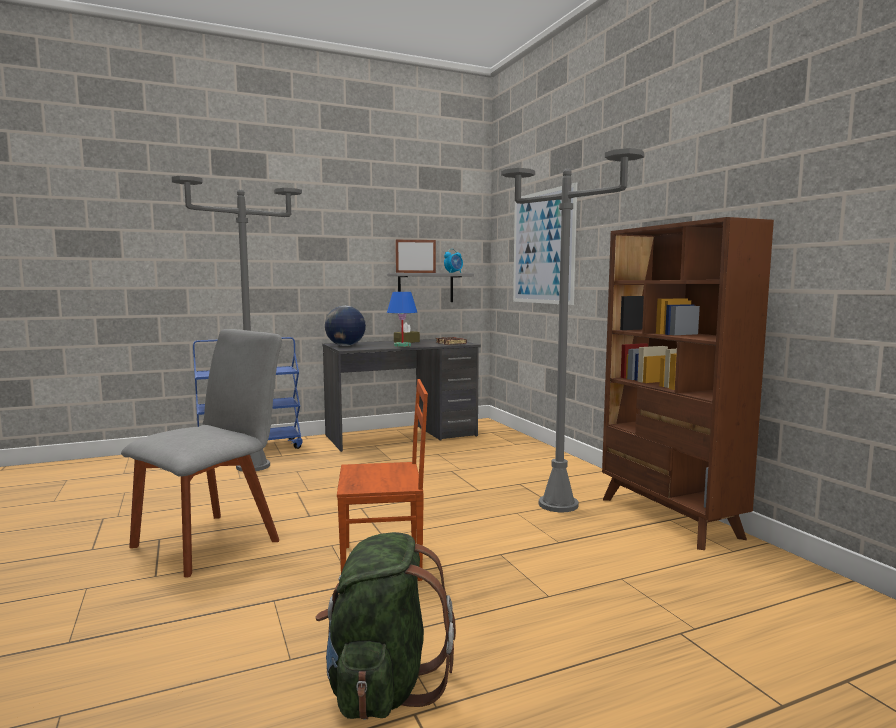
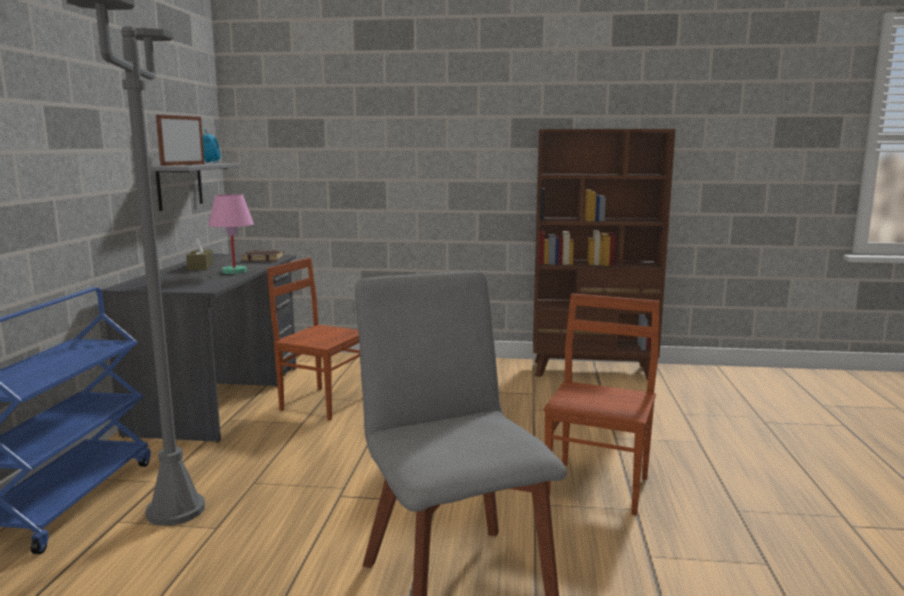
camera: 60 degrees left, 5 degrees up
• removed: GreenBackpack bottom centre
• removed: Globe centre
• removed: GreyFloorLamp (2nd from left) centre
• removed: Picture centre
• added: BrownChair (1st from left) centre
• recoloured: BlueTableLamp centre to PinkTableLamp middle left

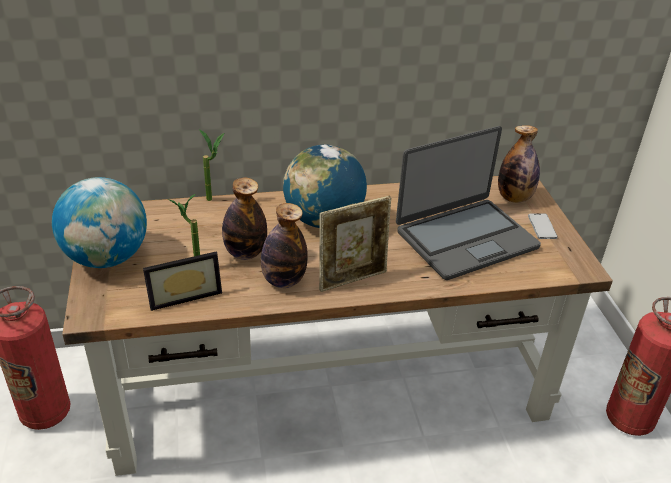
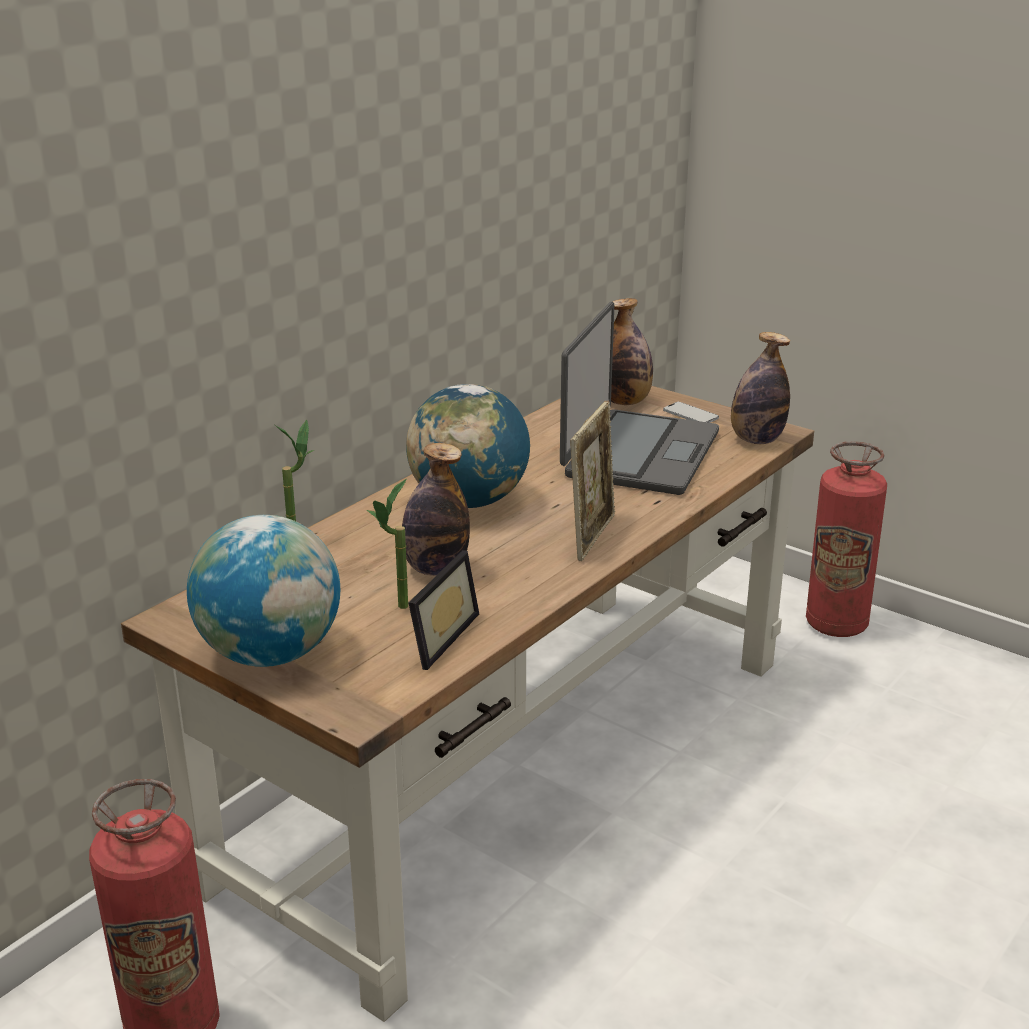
camera: 40 degrees left, 10 degrees down
• moved: Bottle (2nd from left in the first image) centre to Bottle (3rd from left) middle right

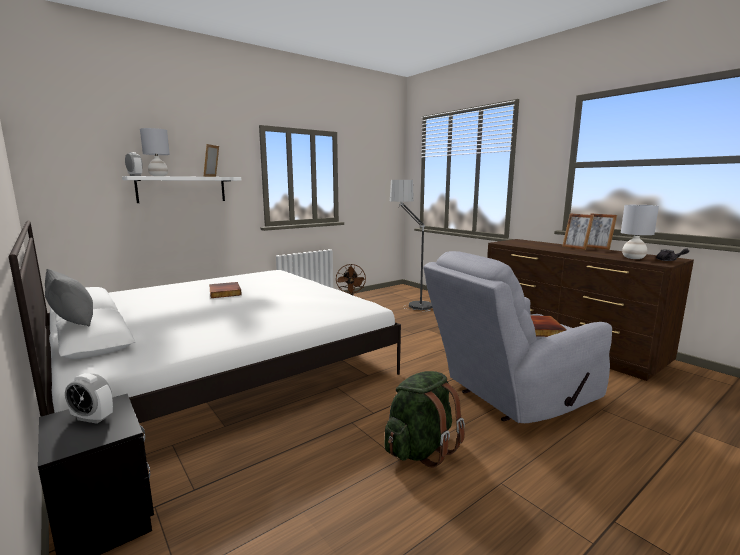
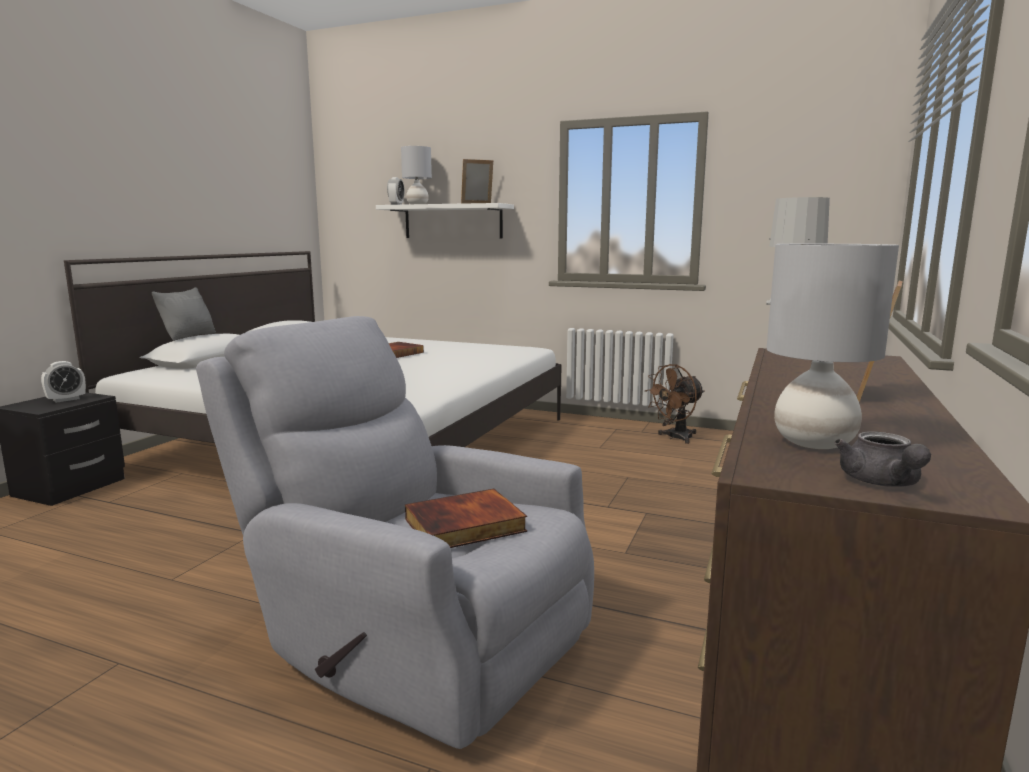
camera: 60 degrees right, 0 degrees up
• removed: GreenBackpack bottom centre
• removed: PictureFrame (3rd from left) middle right
• turned: AlarmClock (1st from left) bottom left = middle left 120 degrees counterclockwise

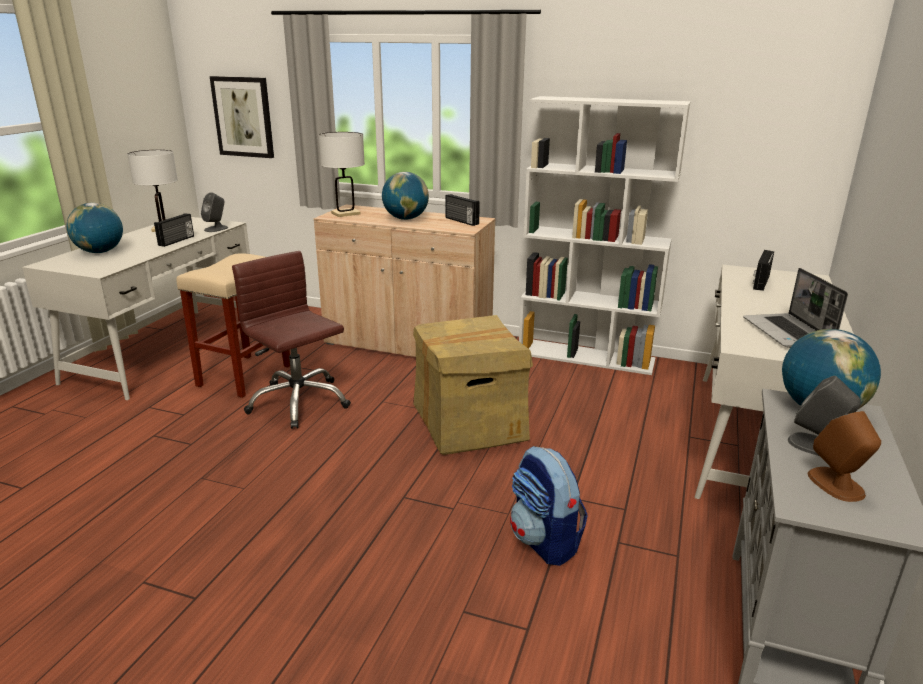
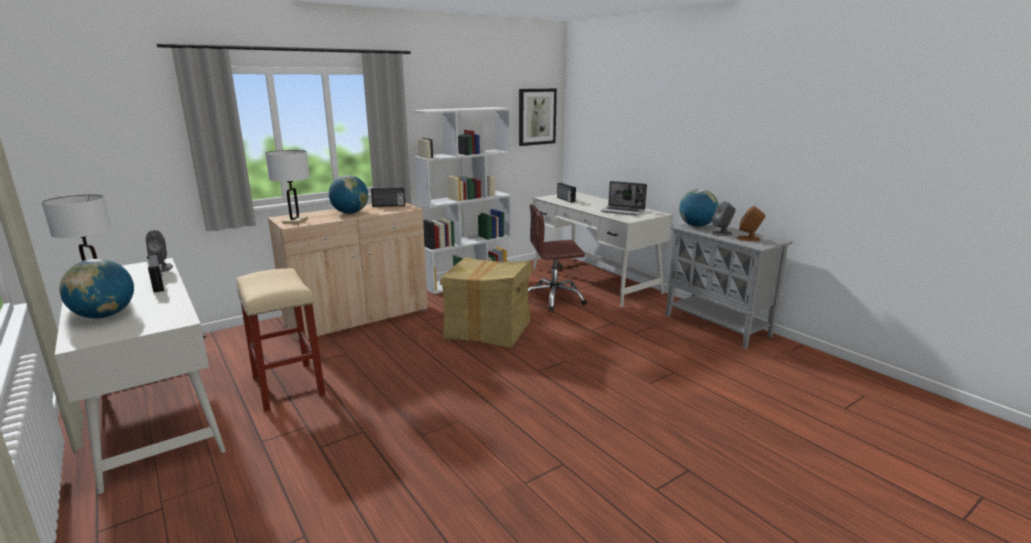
camera: 55 degrees left, 5 degrees down
• removed: Backpack bottom centre
• moved: Picture top left to top centre
• moved: BrownOfficeChair middle left to centre

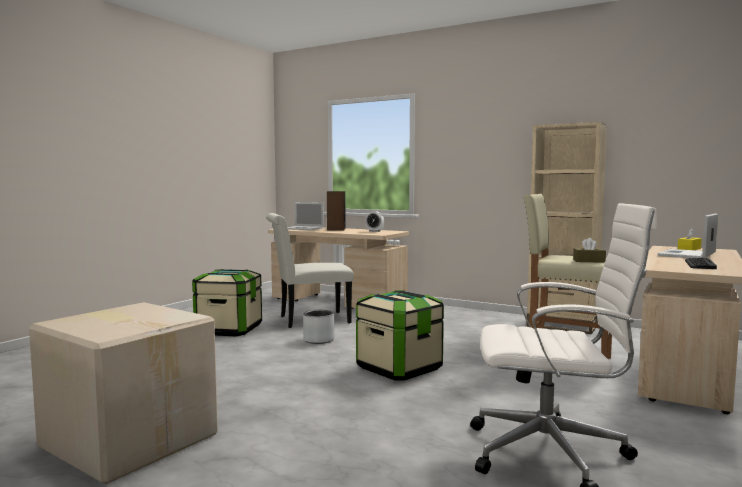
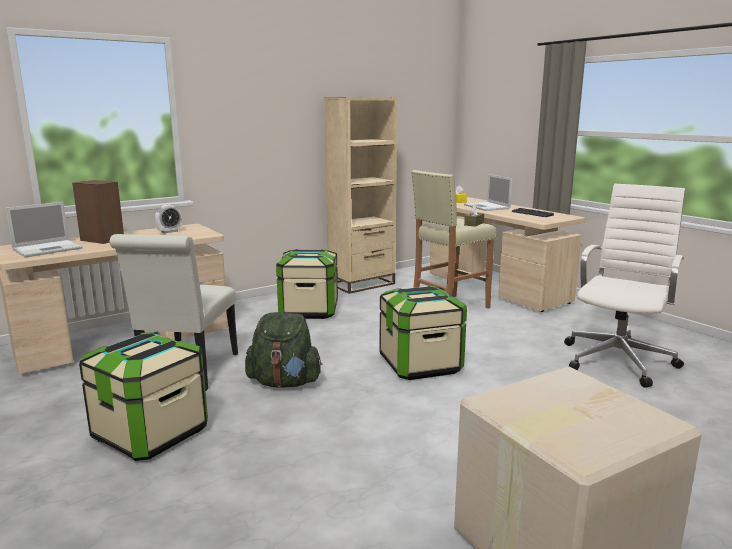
camera: 65 degrees left, 10 degrees up
• added: StorageBox (2nd from left) centre
• replaced: GreyPlanter bottom centre to GreenBackpack centre

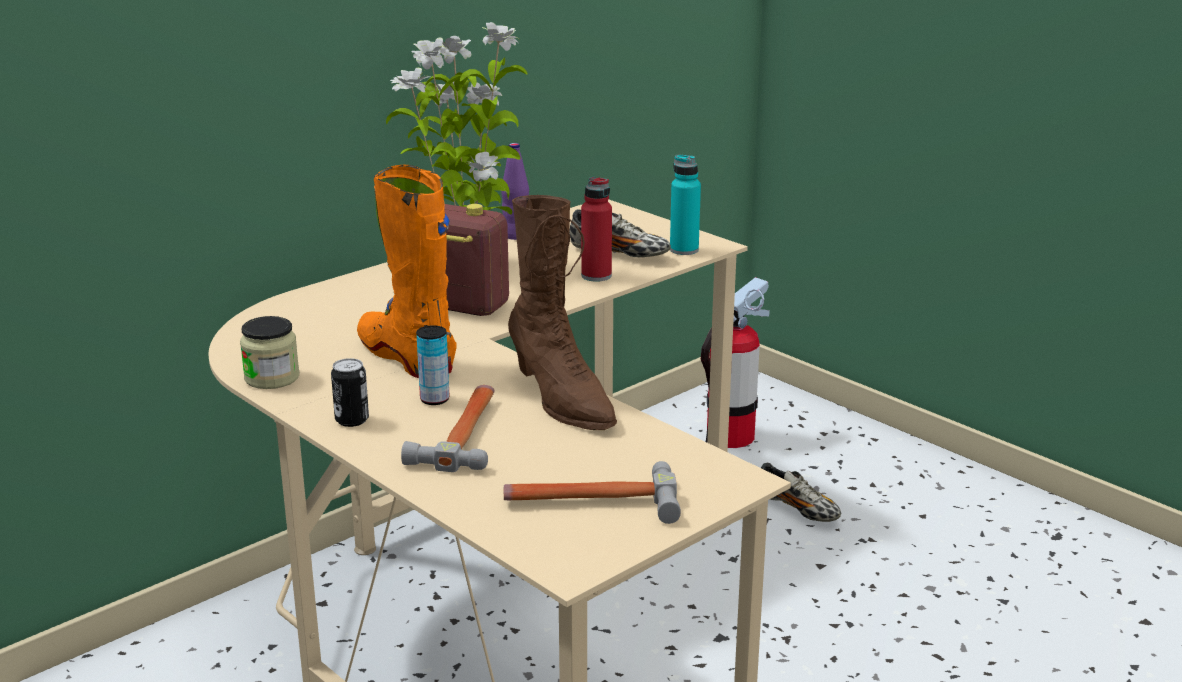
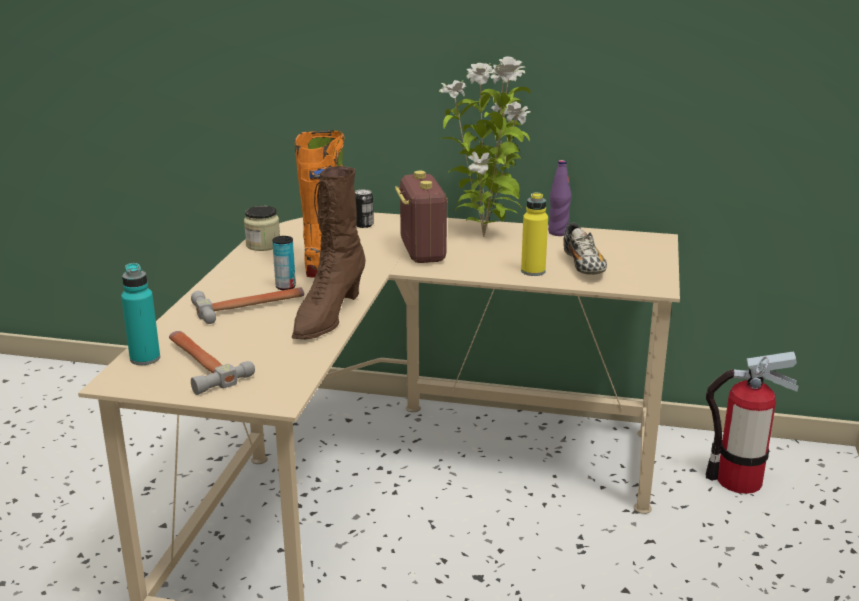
camera: 55 degrees right, 0 degrees up
• removed: Shoe (2nd from left) bottom right
• moved: Can (1st from left in the first image) middle left to Can (2nd from left) centre
• moved: TurquoiseBottle top centre to middle left
• recoloured: RedBottle centre to YellowBottle centre

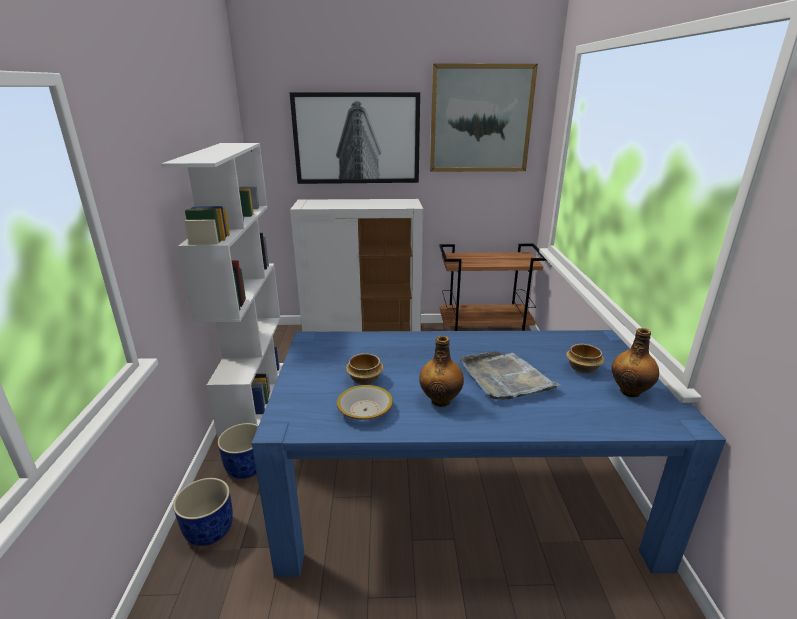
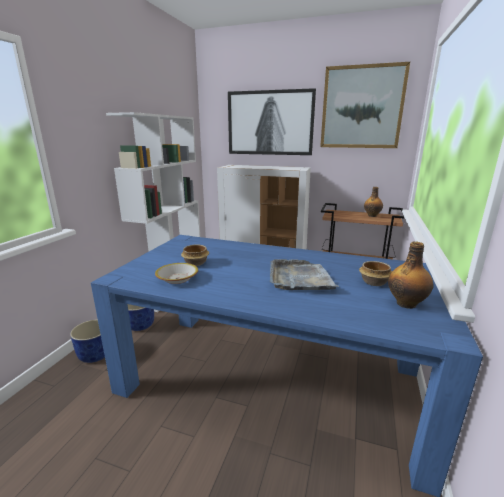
camera: 20 degrees right, 5 degrees down
• moved: Bottle (1st from left) centre to middle right

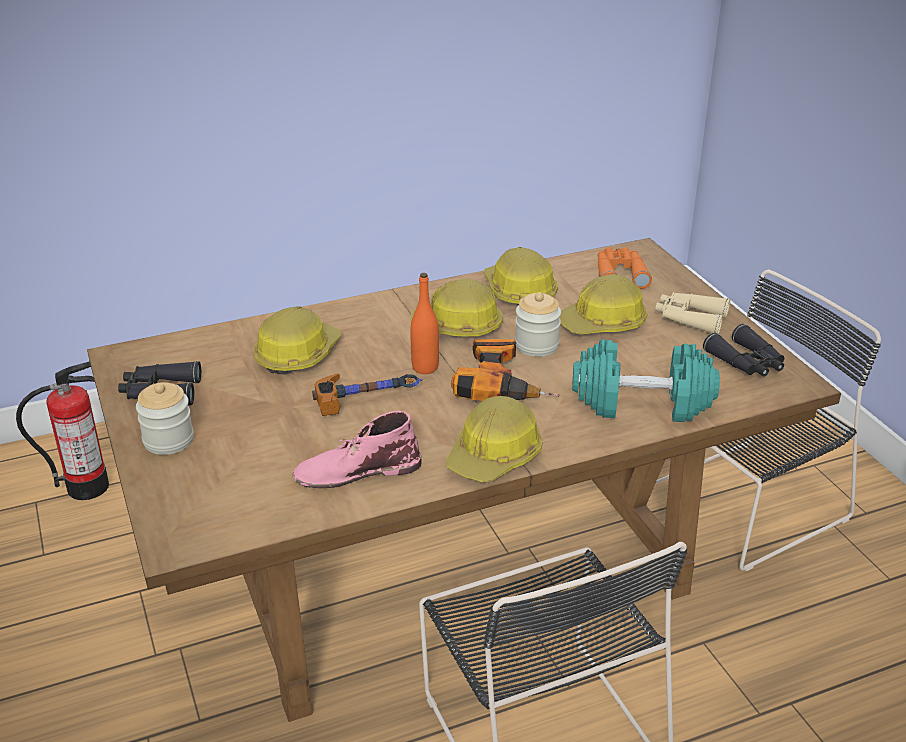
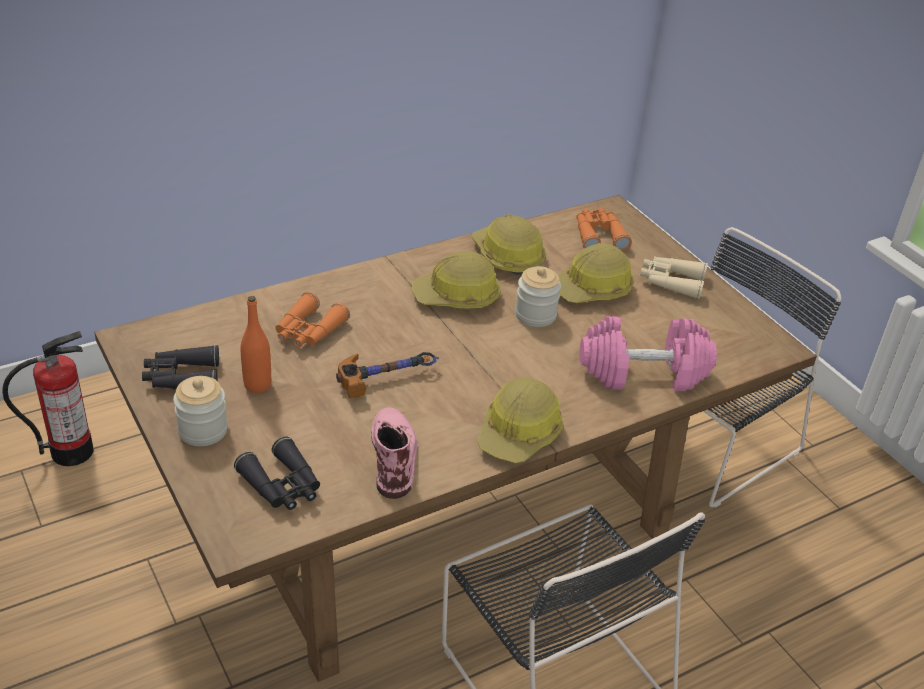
camera: 10 degrees left, 5 degrees up
• removed: PowerDrill centre
• moved: OrangeBottle centre to middle left
• moved: BlackBinoculars (2nd from left) middle right to bottom left
• replaced: HardHat (1st from left) middle left to OrangeBinoculars (1st from left) centre
• recoloured: TurquoiseDumbbell middle right to PinkDumbbell middle right
• turned: PinkBoot centre = centre 105 degrees clockwise

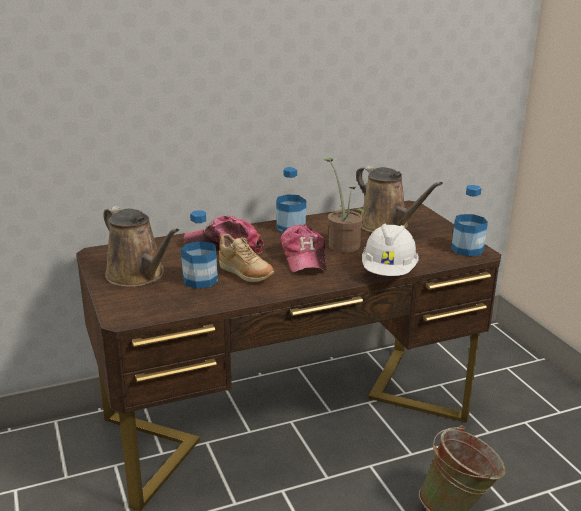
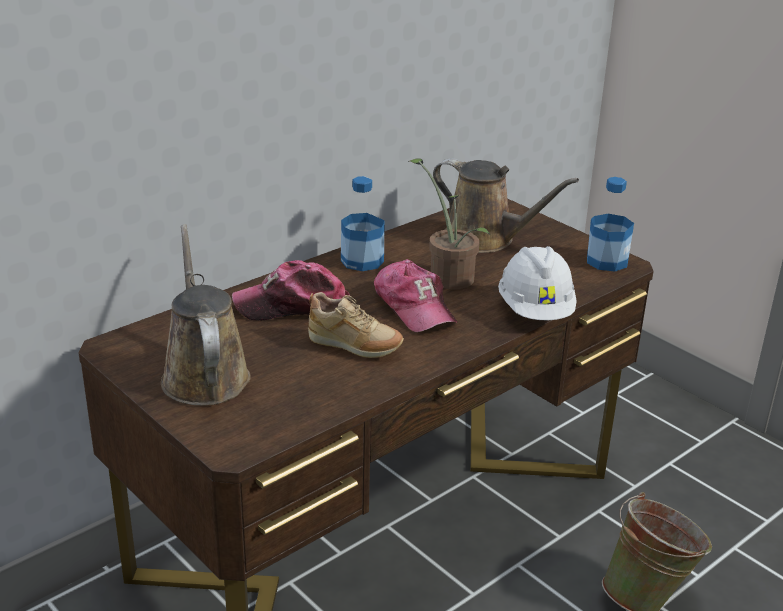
camera: 20 degrees left, 5 degrees up
• removed: Bottle (1st from left) centre
• turned: BrownWateringCan (1st from left) middle left = middle left 135 degrees counterclockwise

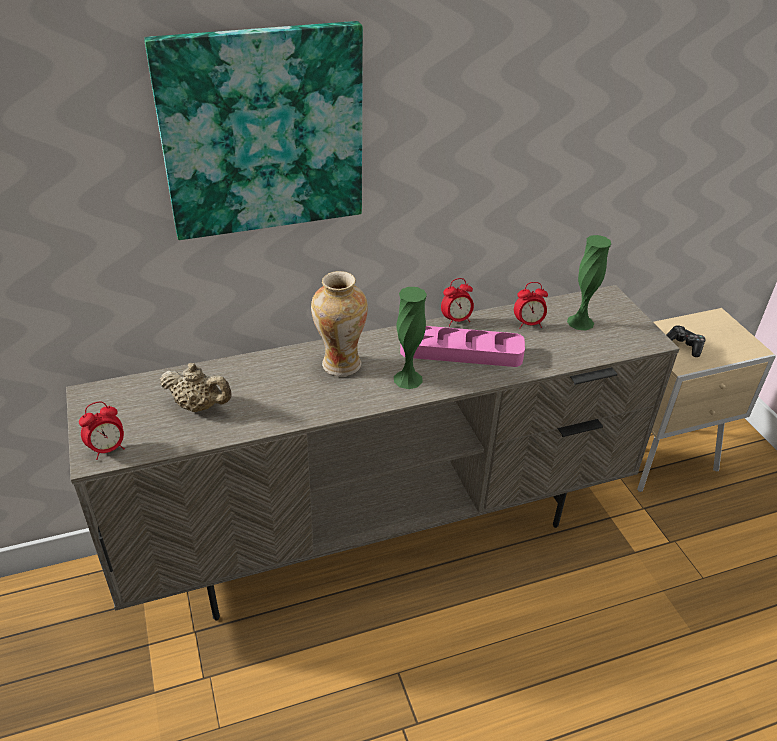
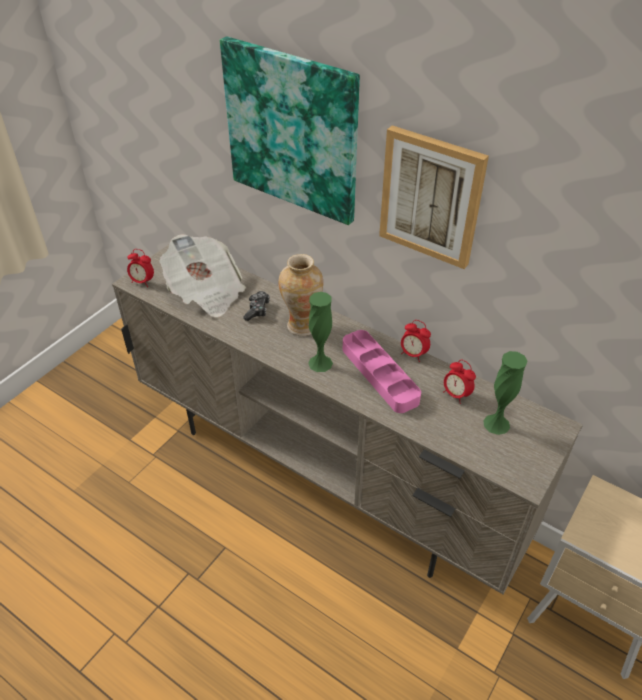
camera: 55 degrees right, 5 degrees up
• added: Picture (2nd from left) top right
• moved: GameController middle right to centre
• replaced: BeigeTeapot middle left to Newspaper middle left

